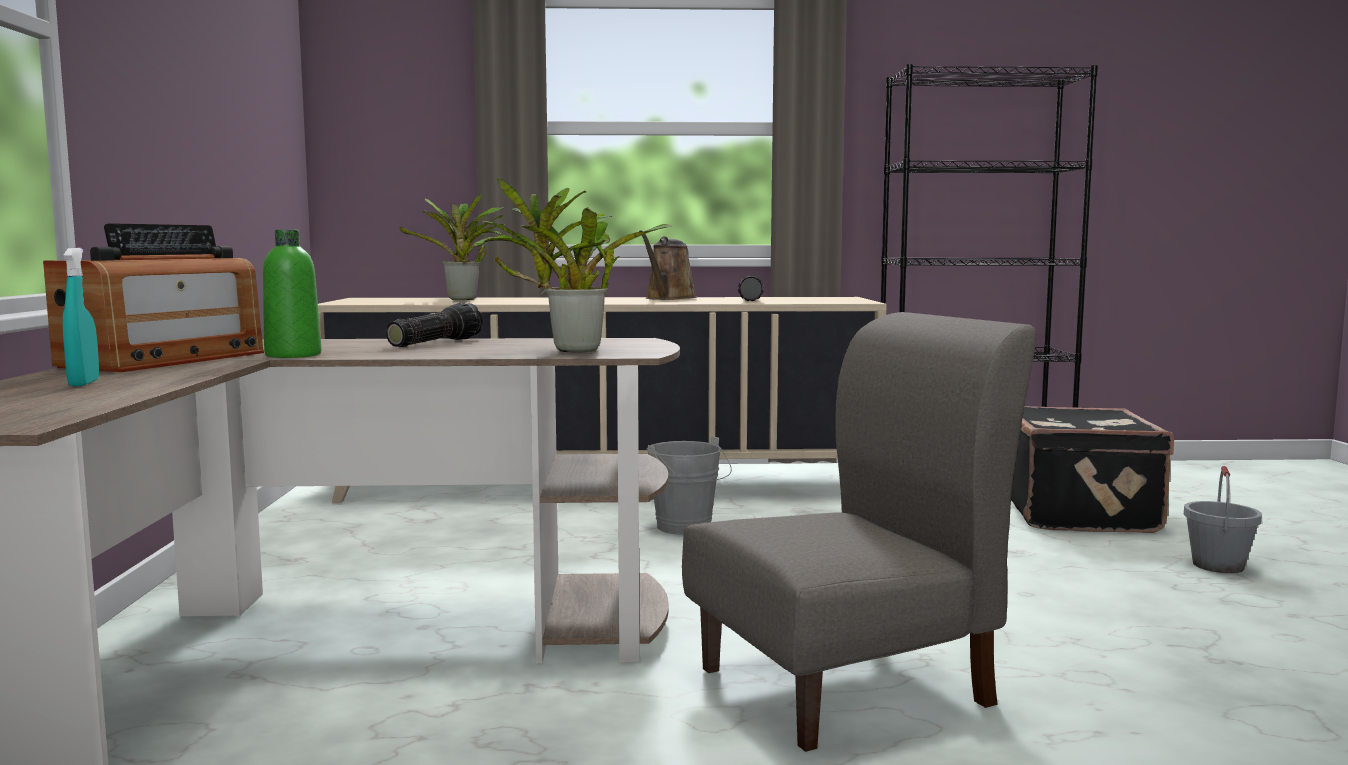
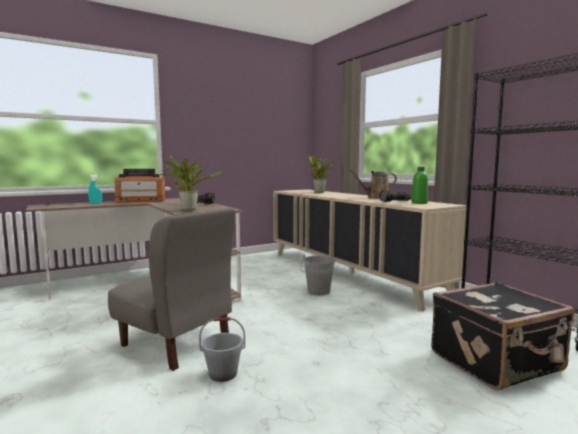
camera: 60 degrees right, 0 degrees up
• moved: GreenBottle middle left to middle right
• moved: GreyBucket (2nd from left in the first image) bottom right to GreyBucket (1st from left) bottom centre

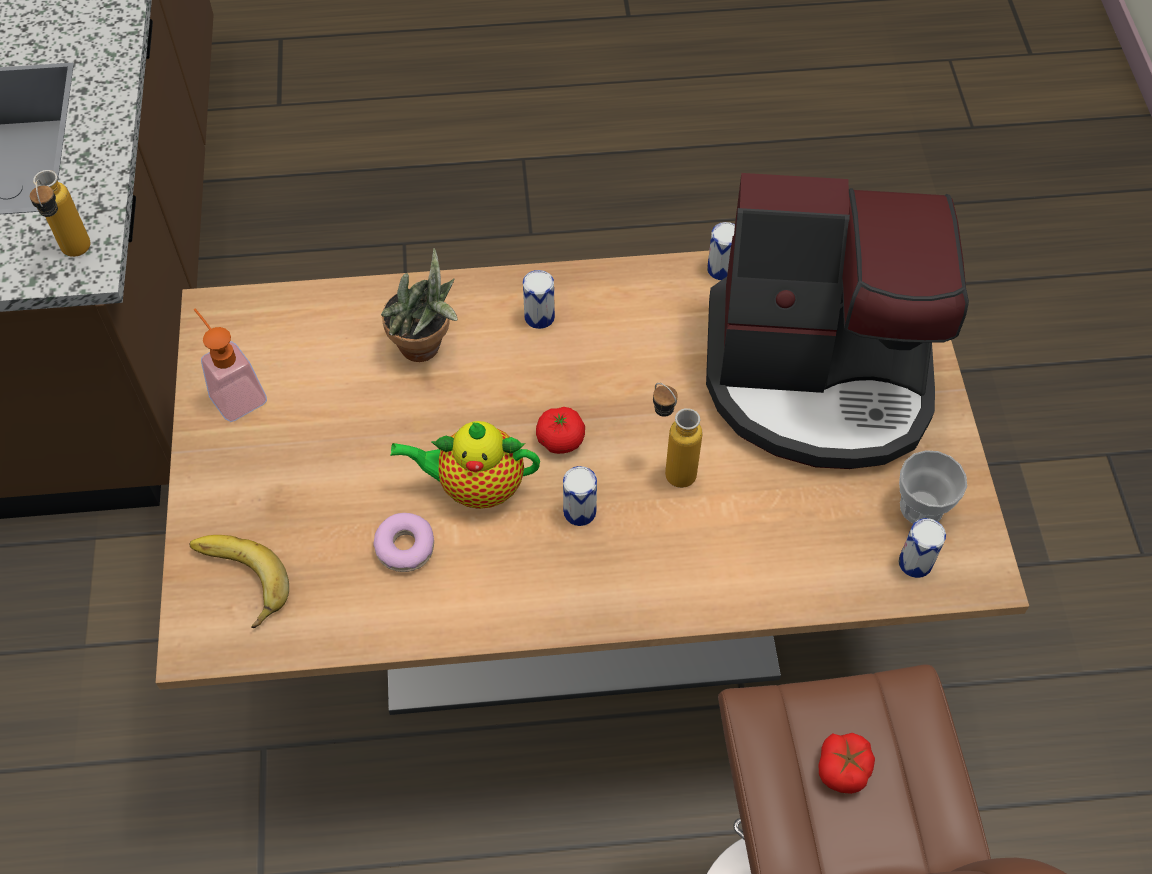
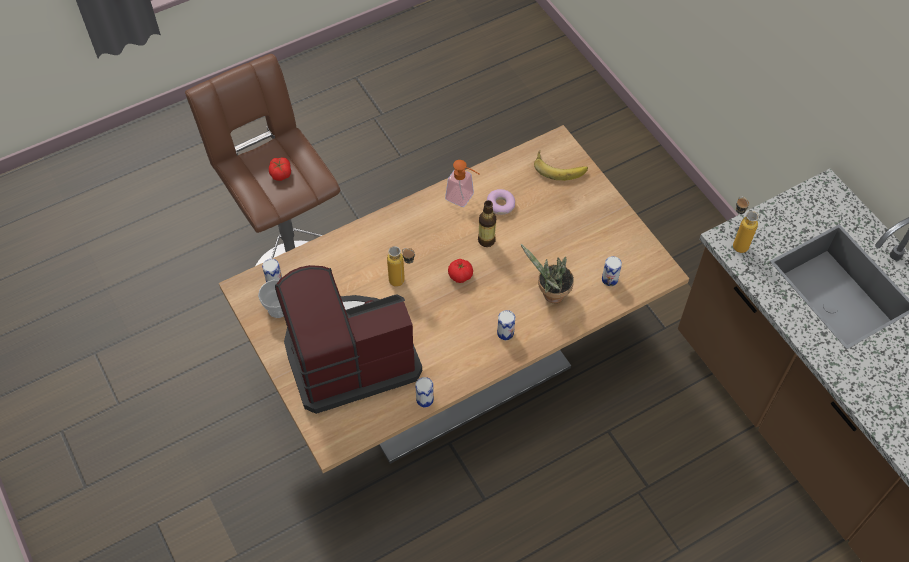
camera: 155 degrees right, 0 degrees up
• moved: SoapDispenser middle left to top centre
• moved: Can (2nd from left in the first image) centre to Can (4th from left) middle right
• replaced: Teapot centre to Bottle (2nd from left) centre

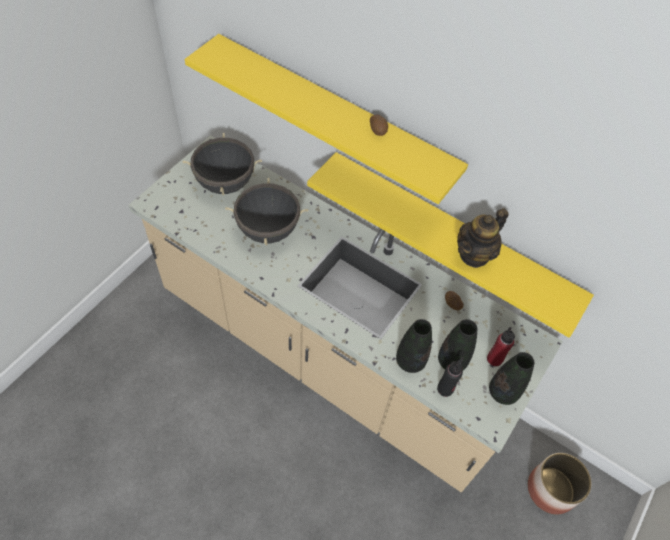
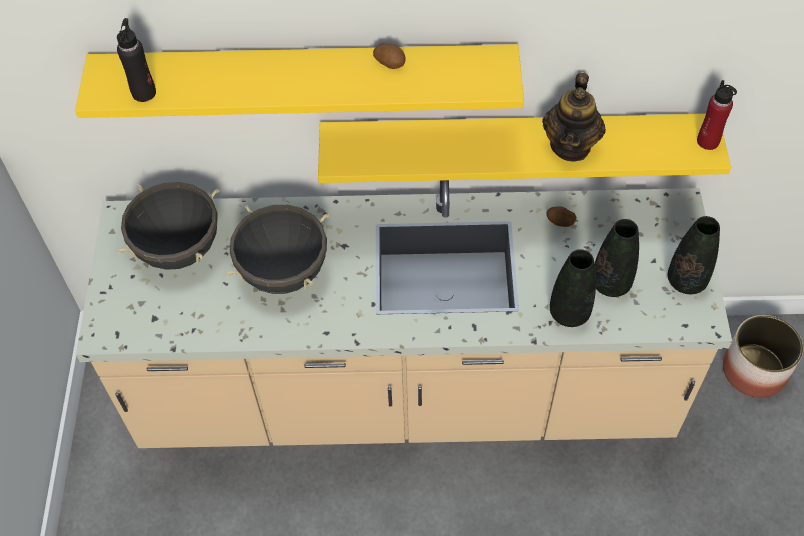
camera: 30 degrees left, 0 degrees up
• moved: BlackBottle bottom right to top left
• moved: RedBottle middle right to top right

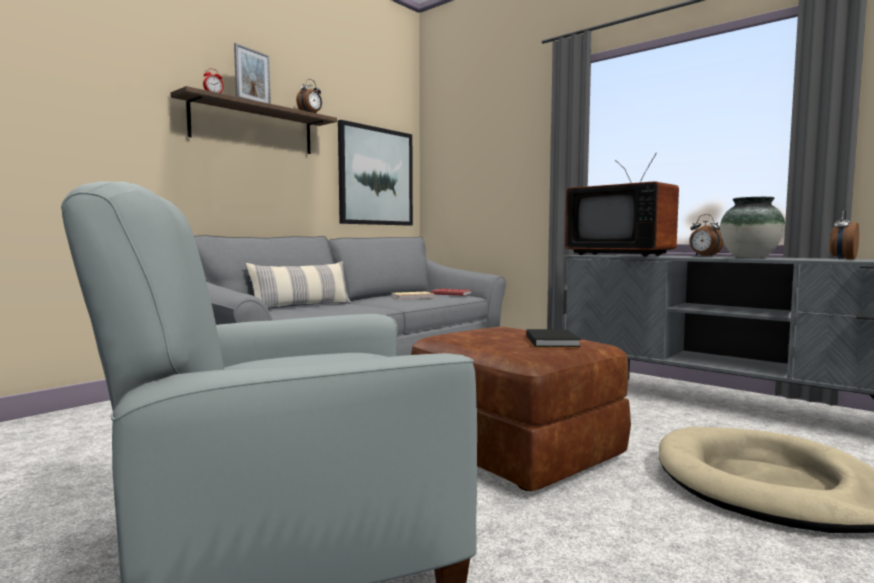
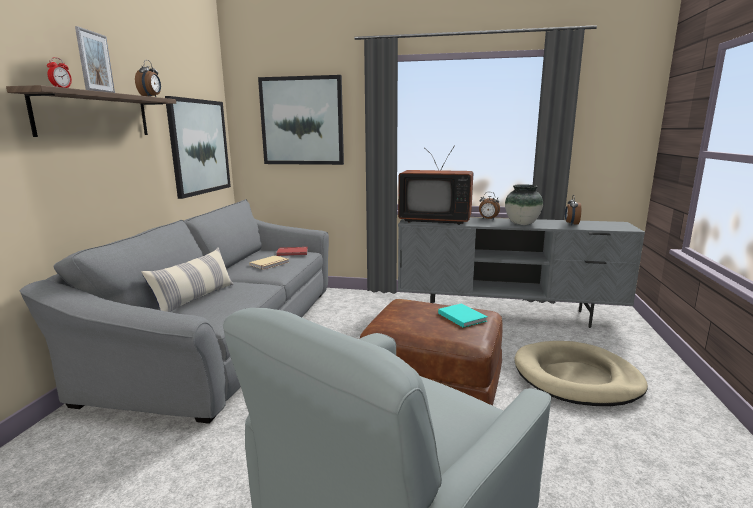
camera: 30 degrees left, 10 degrees up
• added: Picture (2nd from left) top centre
• recoloured: BlackBook centre to TurquoiseBook centre

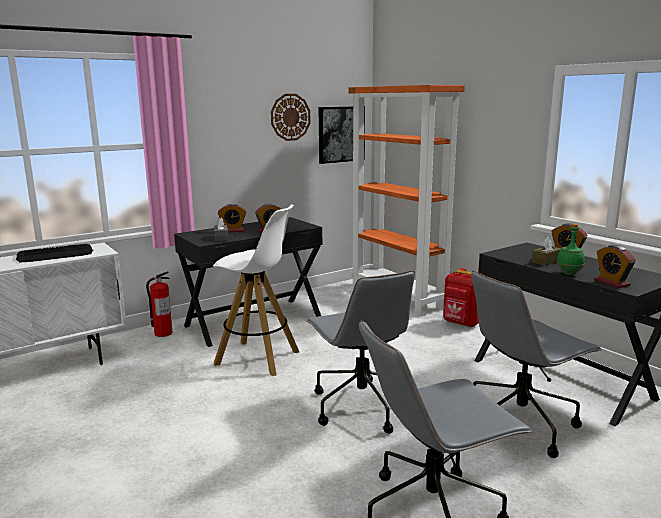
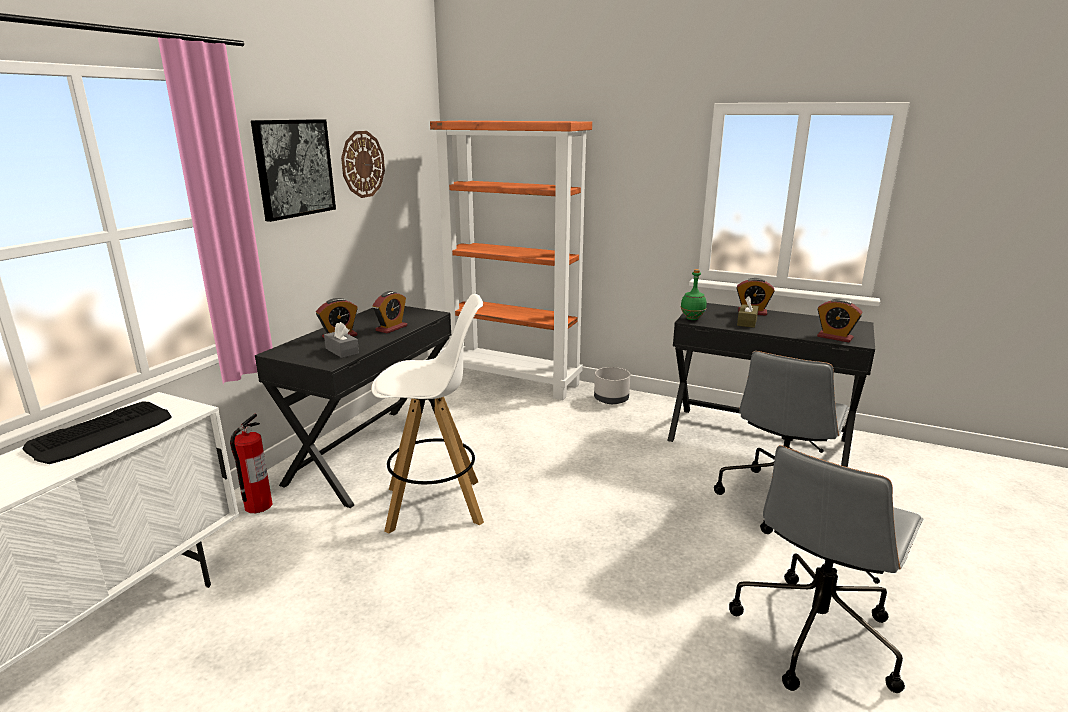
camera: 30 degrees left, 5 degrees up
• removed: GreyOfficeChair (1st from left) bottom centre
• moved: Picture top centre to top left
• moved: GreenBottle middle right to centre
• replaced: RedBackpack middle right to GreyPlanter centre

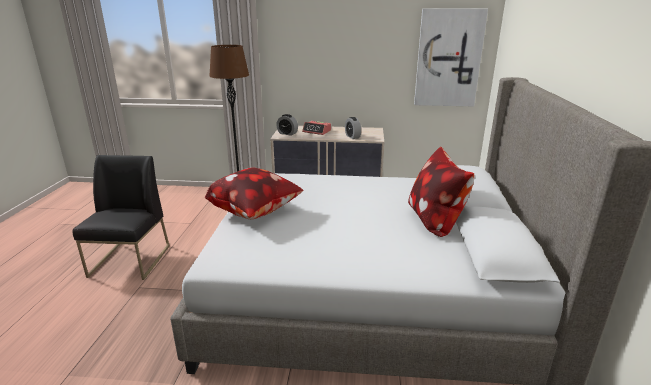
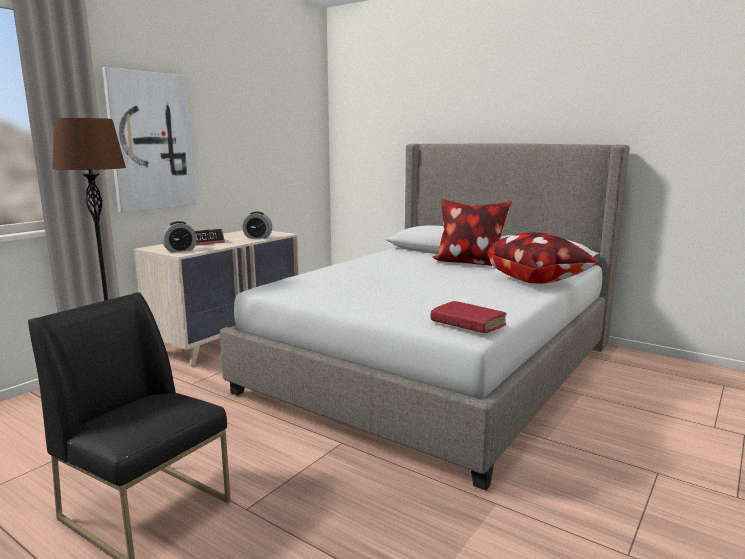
camera: 60 degrees left, 10 degrees down
• added: RedBook centre
• moved: Pillow (1st from left in the first image) centre to Pillow (2nd from left) middle right
• moved: Picture top right to top left

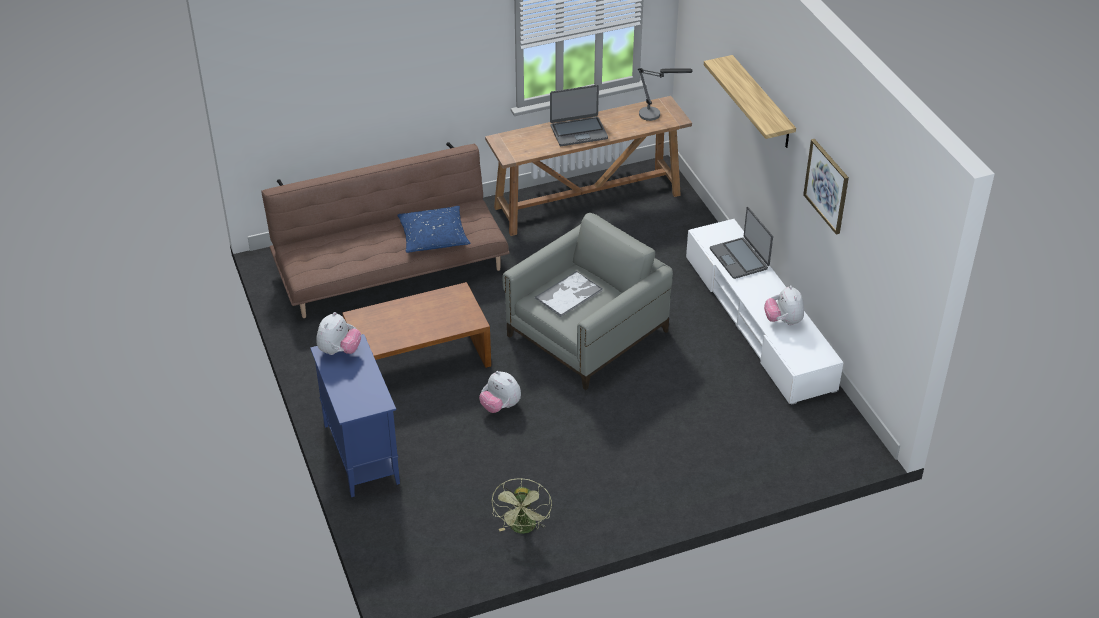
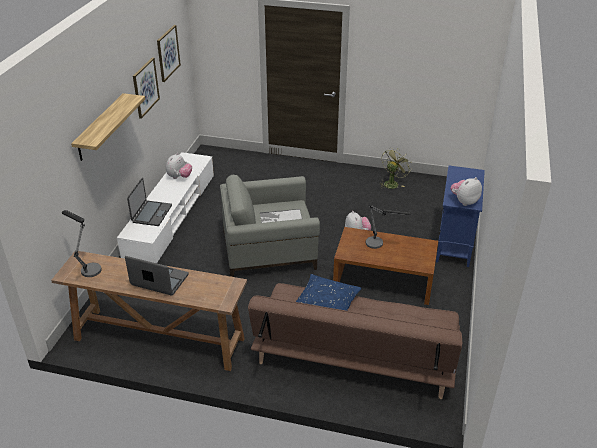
camera: 145 degrees left, 5 degrees down
• added: Picture (2nd from left) top left
• added: TableLamp (2nd from left) centre

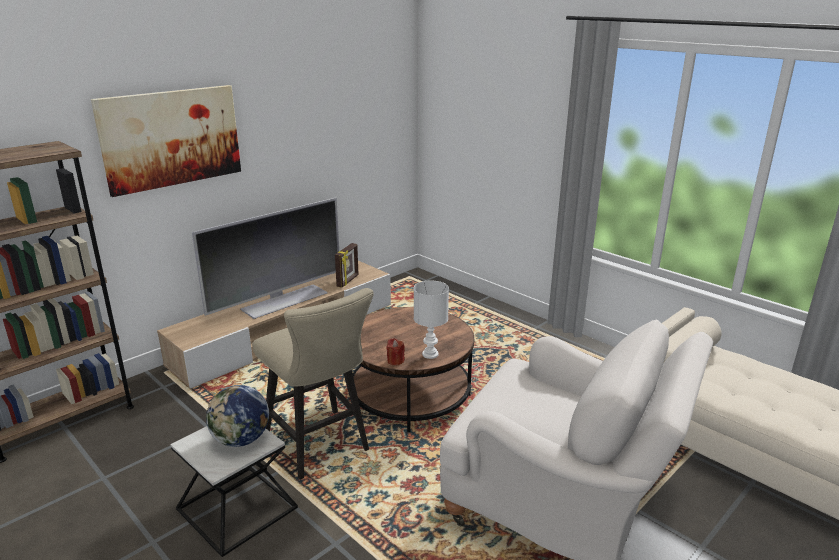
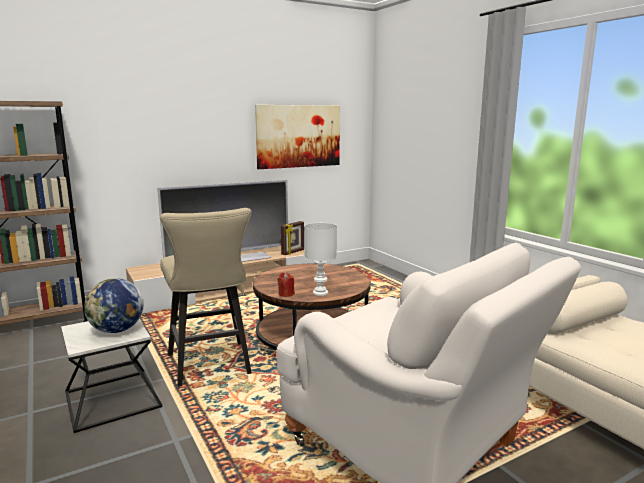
camera: 15 degrees right, 10 degrees down
• moved: Picture top left to top centre

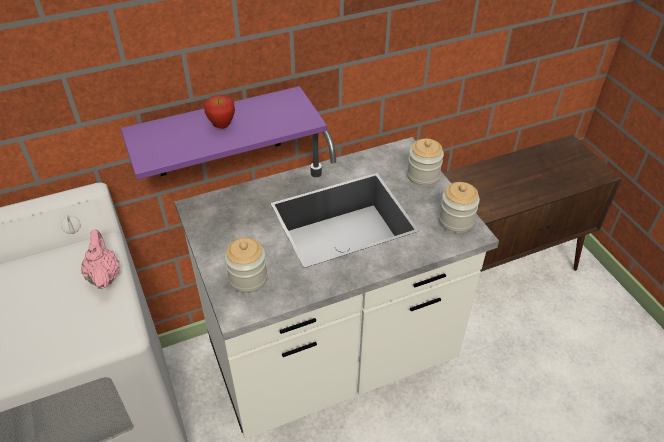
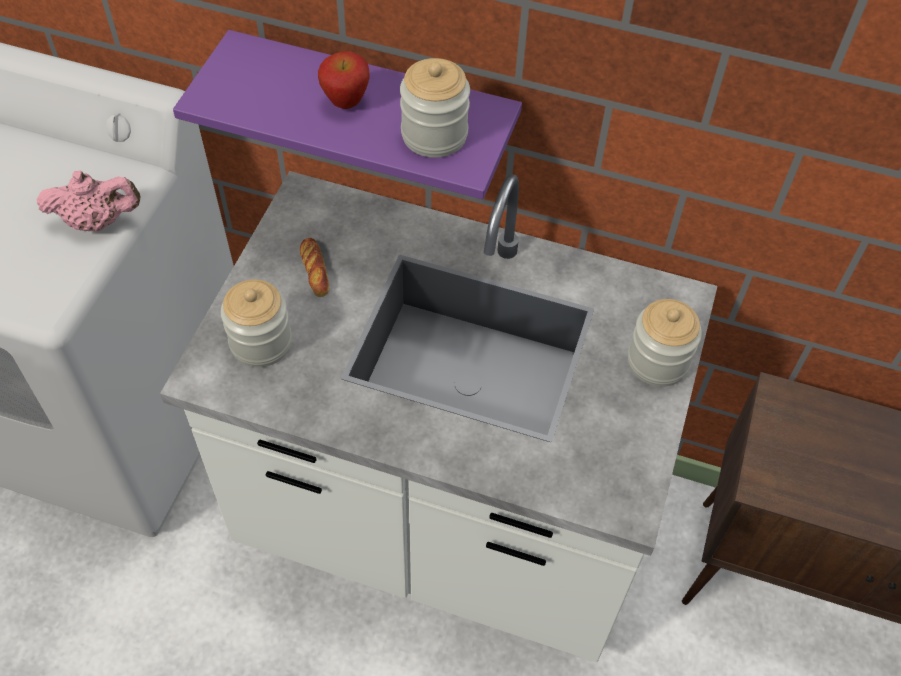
camera: 40 degrees right, 10 degrees up
• added: Bread centre
• moved: Jar (3rd from left in the first image) middle right to Jar (2nd from left) top centre
• turned: PinkTeapot middle left = top left 60 degrees clockwise

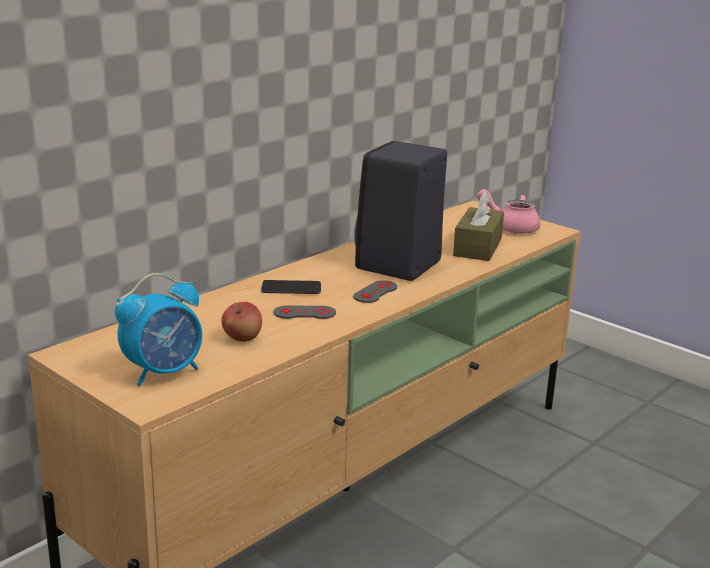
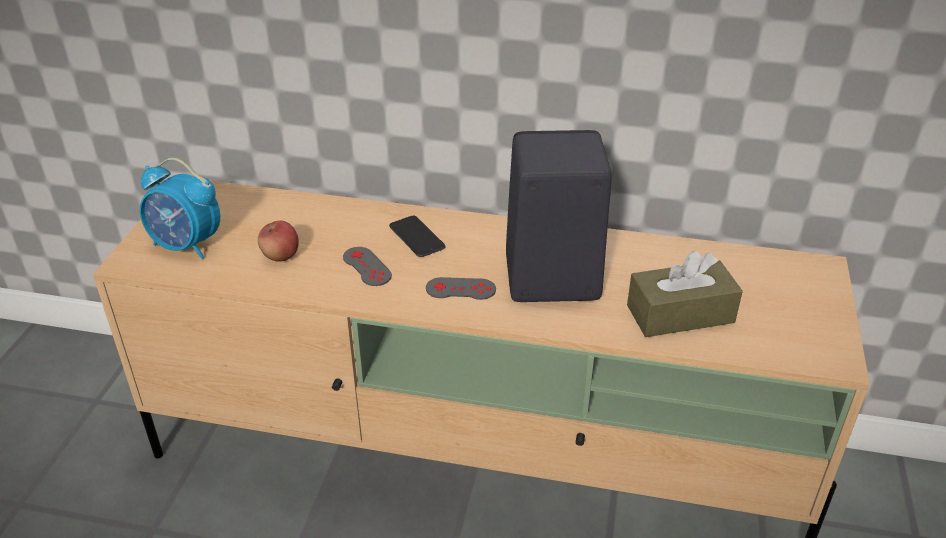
camera: 60 degrees right, 15 degrees up
• removed: PinkTeapot middle right

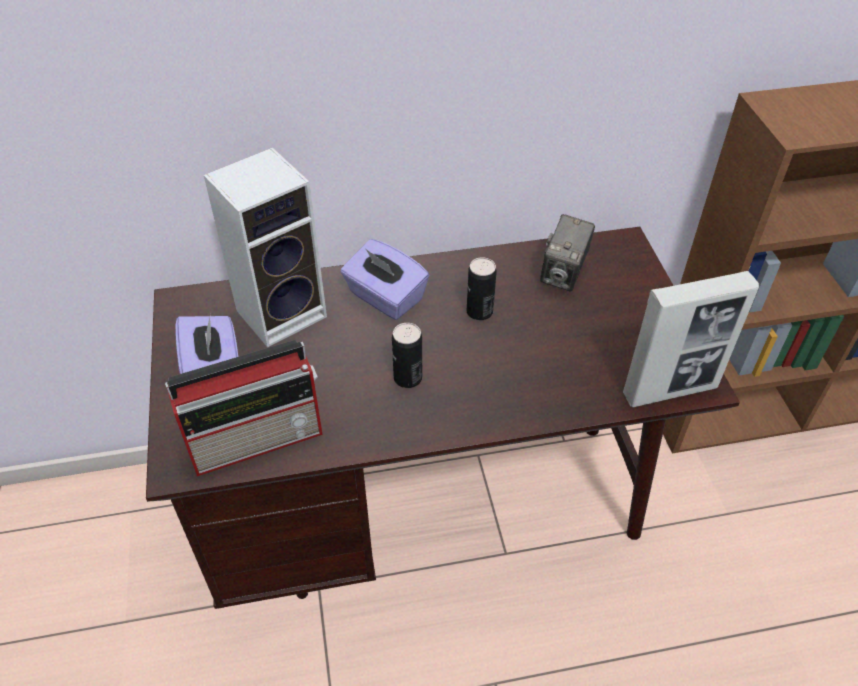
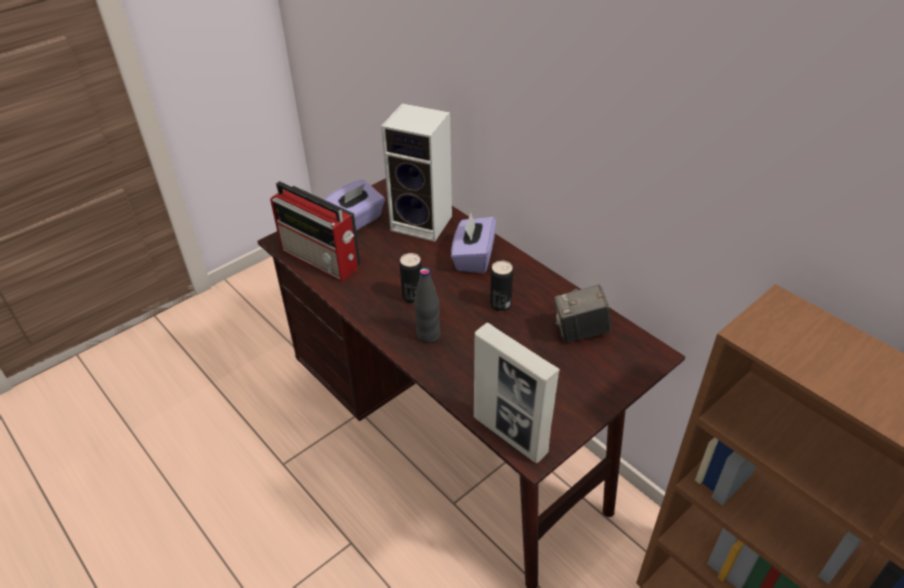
camera: 60 degrees right, 5 degrees down
• added: BlackBottle centre

